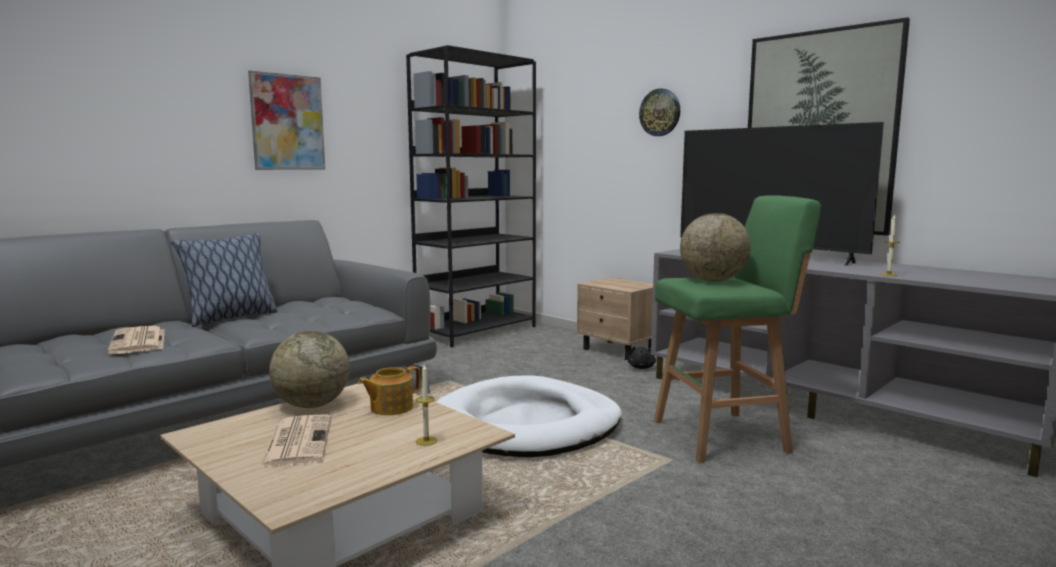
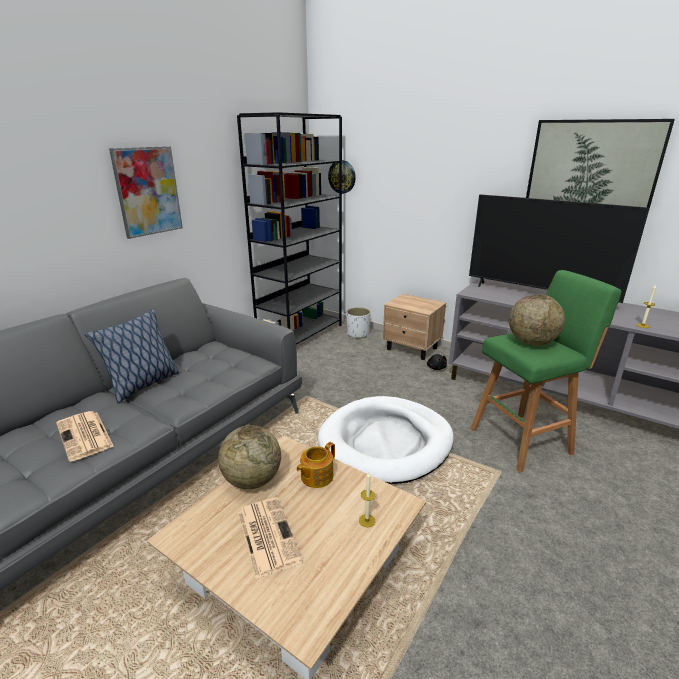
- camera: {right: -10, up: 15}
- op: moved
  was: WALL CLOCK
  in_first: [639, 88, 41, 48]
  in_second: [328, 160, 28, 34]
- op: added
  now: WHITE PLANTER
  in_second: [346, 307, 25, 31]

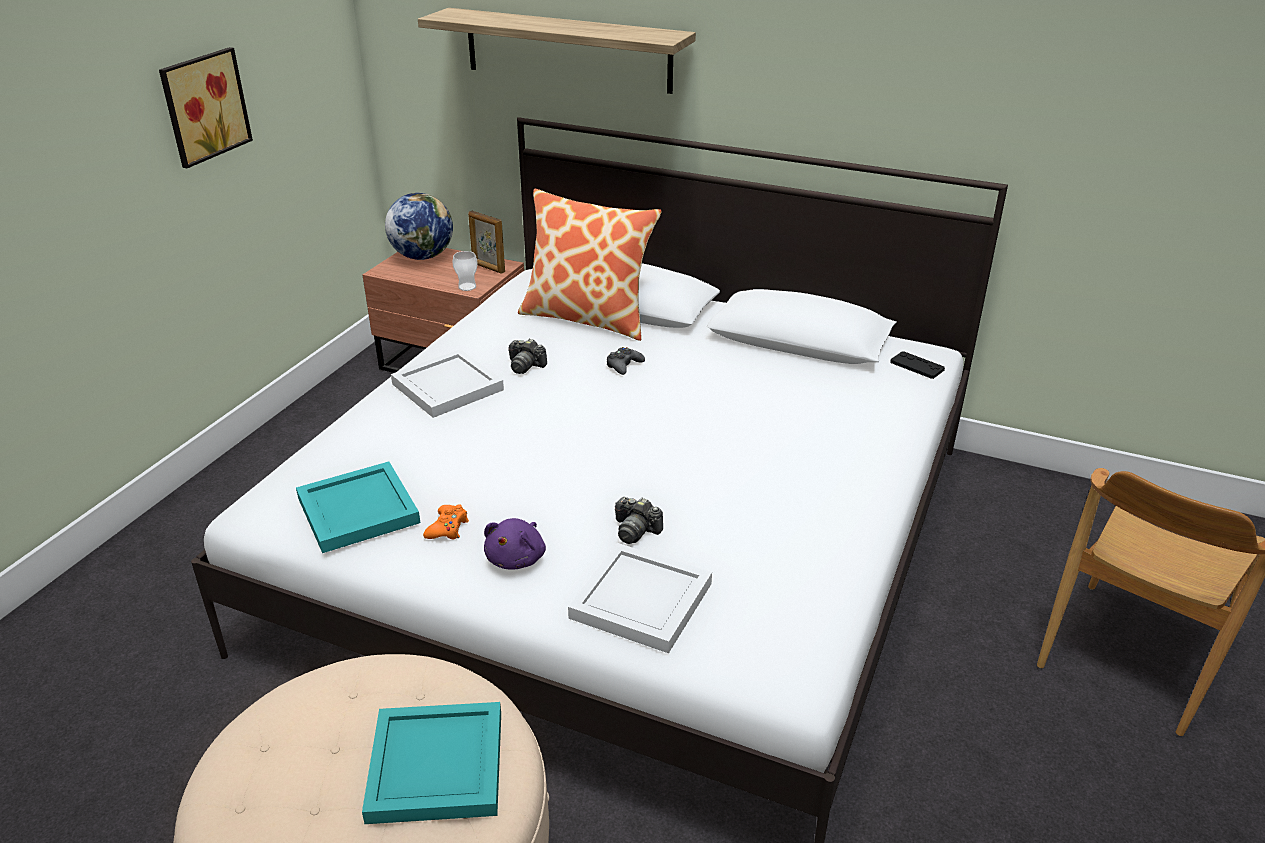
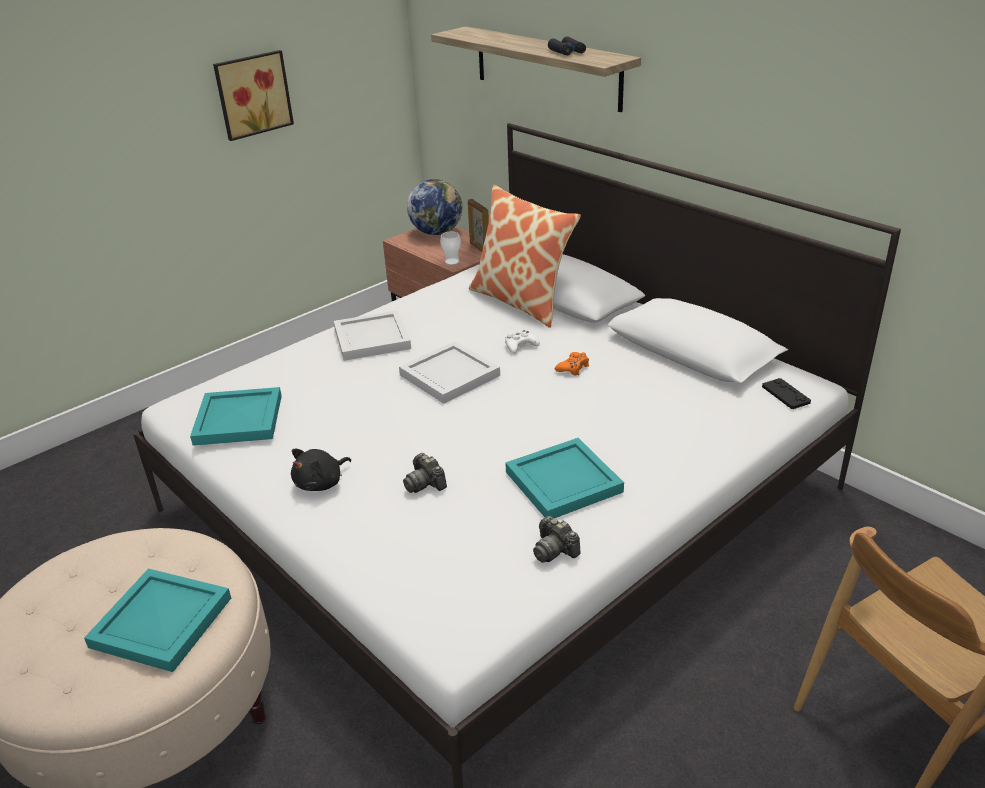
- camera: {right: 25, up: 0}
- op: moved
  was: PHOTO CAMERA
  in_first: [508, 339, 39, 35]
  in_second: [533, 516, 48, 46]
- op: recoloured
  was: BLACK GAME CONTROLLER
  now: WHITE GAME CONTROLLER
  in_first: [607, 347, 38, 28]
  in_second: [505, 330, 35, 24]
- op: moved
  was: ORANGE GAME CONTROLLER
  in_first: [423, 504, 46, 35]
  in_second: [555, 352, 34, 23]
- op: recoloured
  was: PURPLE PLUSH TOY
  now: BLACK PLUSH TOY
  in_first: [484, 518, 62, 52]
  in_second: [291, 449, 60, 42]
- op: moved
  was: WHITE TRAY
  in_first: [568, 543, 144, 110]
  in_second: [399, 341, 101, 63]
- op: added
  now: BLACK BINOCULARS
  in_second: [548, 37, 38, 18]
- op: added
  now: TURQUOISE TRAY
  in_second: [505, 438, 119, 80]

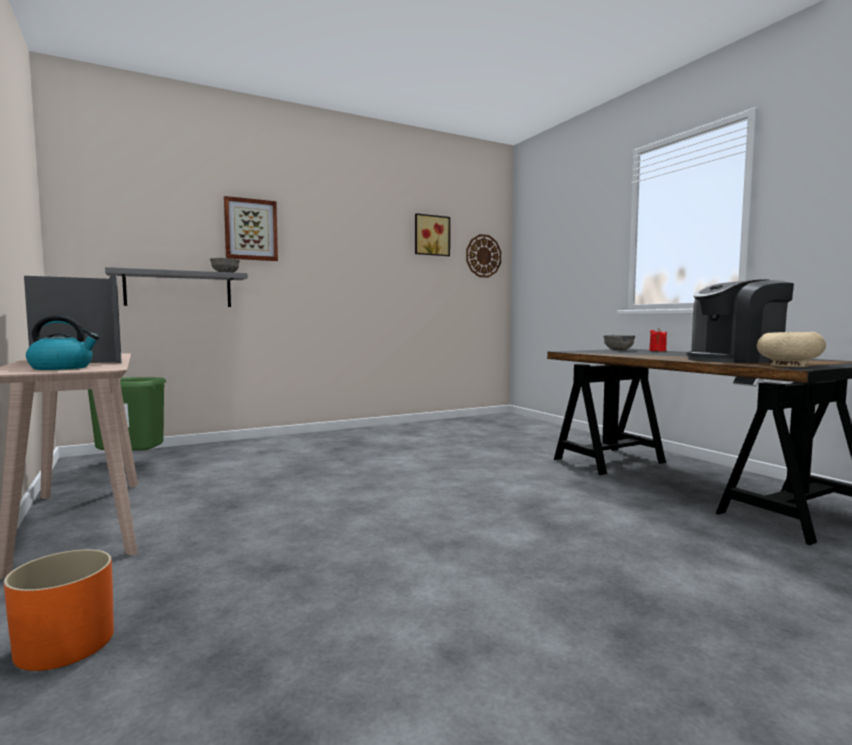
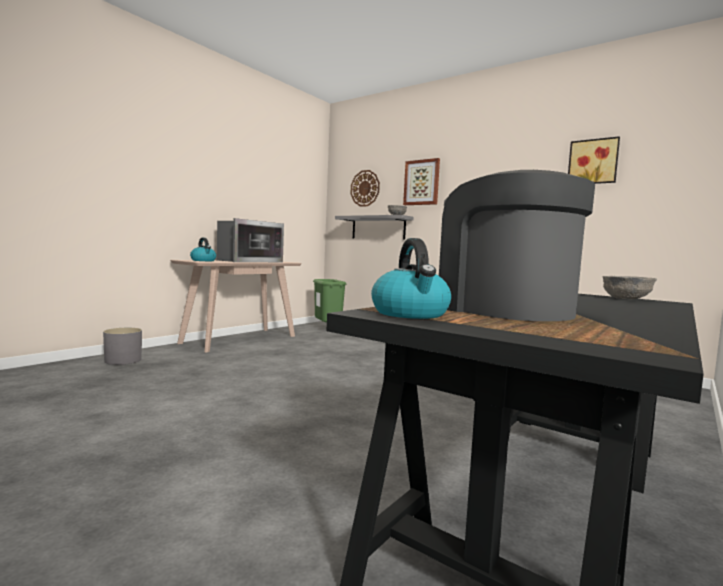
- camera: {right: 65, up: 0}
- op: moved
  was: WALL CLOCK
  in_first: [466, 234, 35, 44]
  in_second: [351, 170, 29, 37]
- op: removed
  was: RED CANDLE
  in_first: [649, 328, 18, 24]
- op: replaced
  was: BEIGE BOWL
  now: KETTLE
  in_first: [757, 332, 69, 35]
  in_second: [371, 238, 80, 81]
- op: recoloured
  was: ORANGE PLANTER
  now: GREY PLANTER
  in_first: [4, 549, 110, 122]
  in_second: [103, 328, 39, 37]

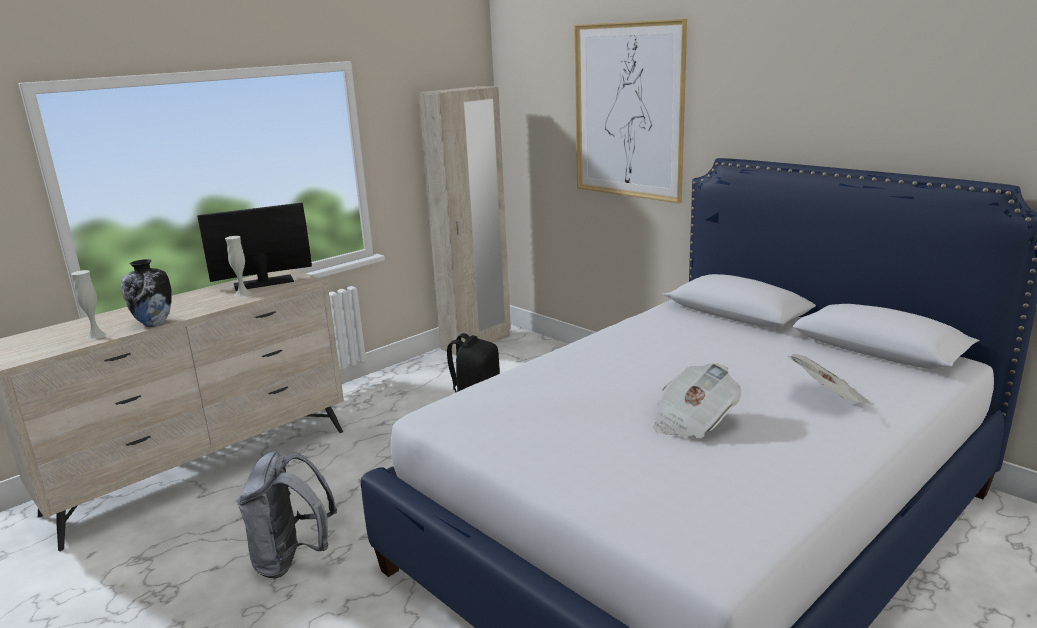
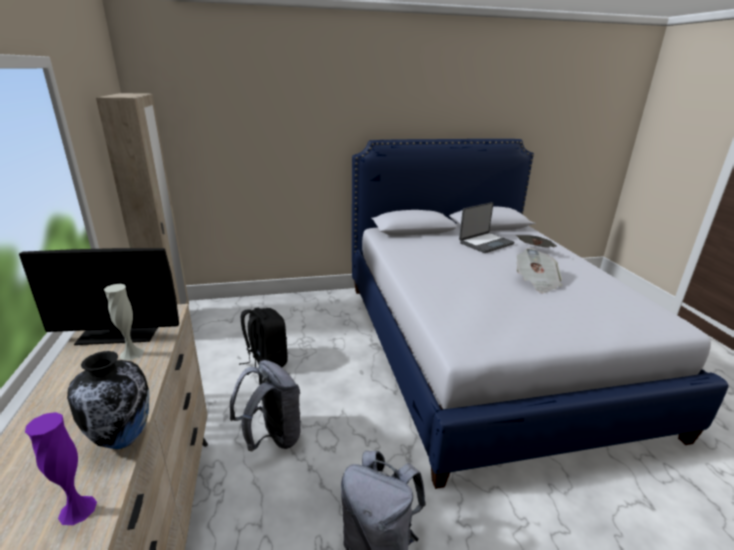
- camera: {right: -60, up: 5}
- op: removed
  was: PICTURE
  in_first: [574, 19, 113, 184]
- op: turned
  was: MONITOR
  in_first: [197, 203, 115, 88]
  in_second: [19, 248, 160, 97]
  clockwise: -105
- op: recoloured
  was: WHITE VASE
  now: PURPLE VASE
  in_first: [71, 270, 36, 70]
  in_second: [25, 412, 72, 113]
- op: added
  now: LAPTOP
  in_second: [459, 202, 56, 51]
- op: added
  now: GREY BACKPACK
  in_second: [230, 360, 71, 92]

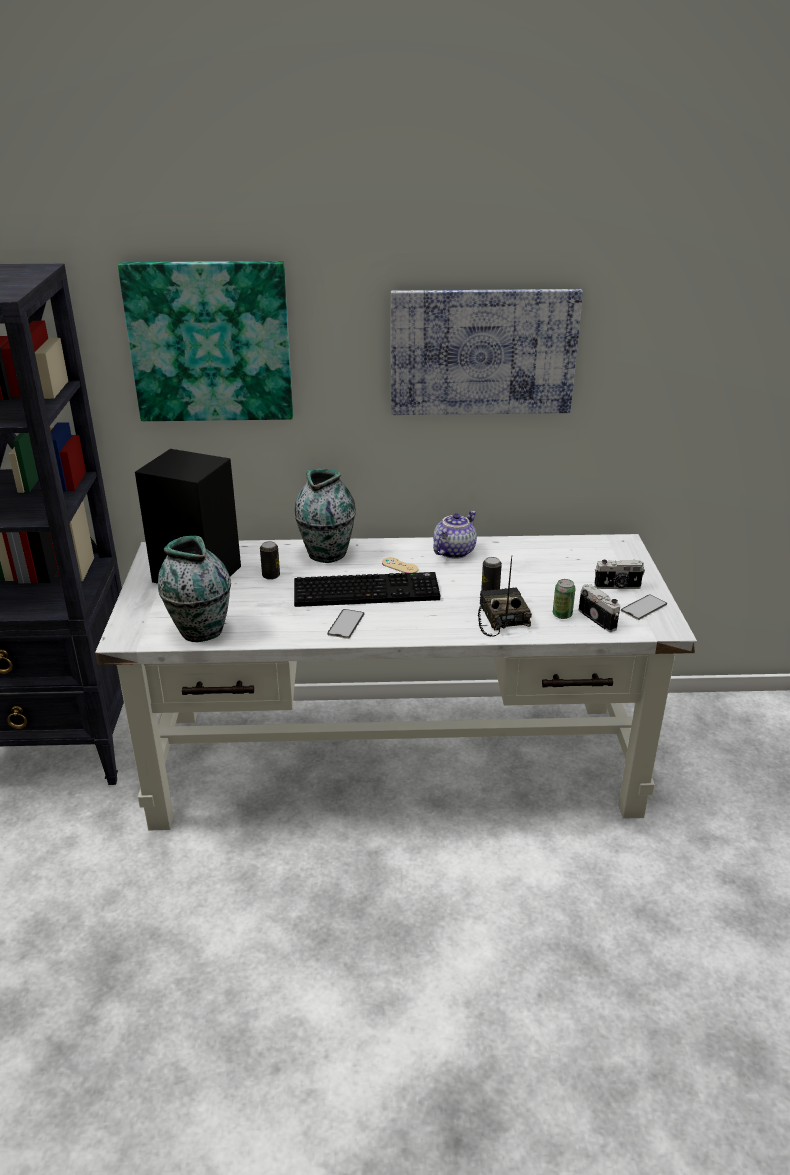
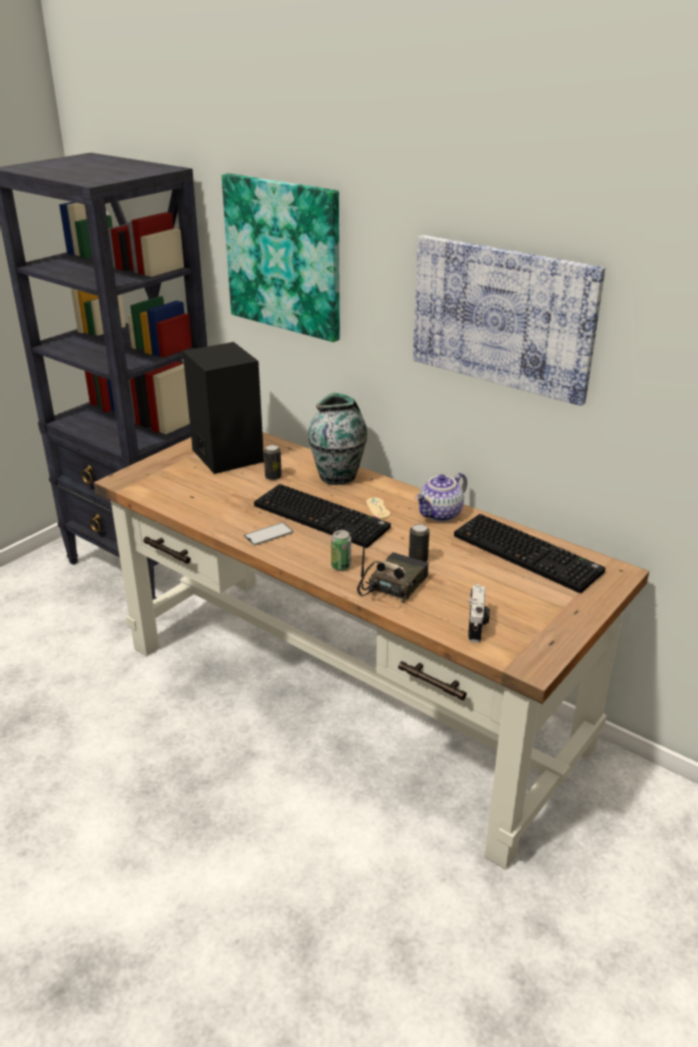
- camera: {right: 40, up: 0}
- op: turned
  was: TEAPOT
  in_first: [433, 511, 44, 48]
  in_second: [415, 473, 52, 49]
  clockwise: 150
- op: recoloured
  was: WHITE DESK
  now: BROWN DESK
  in_first: [95, 534, 602, 296]
  in_second: [94, 432, 555, 438]
- op: removed
  was: VASE
  in_first: [158, 536, 73, 106]
- op: removed
  was: PHOTO CAMERA
  in_first: [594, 560, 51, 29]
- op: moved
  was: CAN
  in_first: [553, 579, 23, 40]
  in_second: [331, 530, 20, 41]
- op: removed
  was: PHONE
  in_first: [621, 594, 46, 26]
- op: added
  now: KEYBOARD
  in_second: [454, 514, 151, 79]

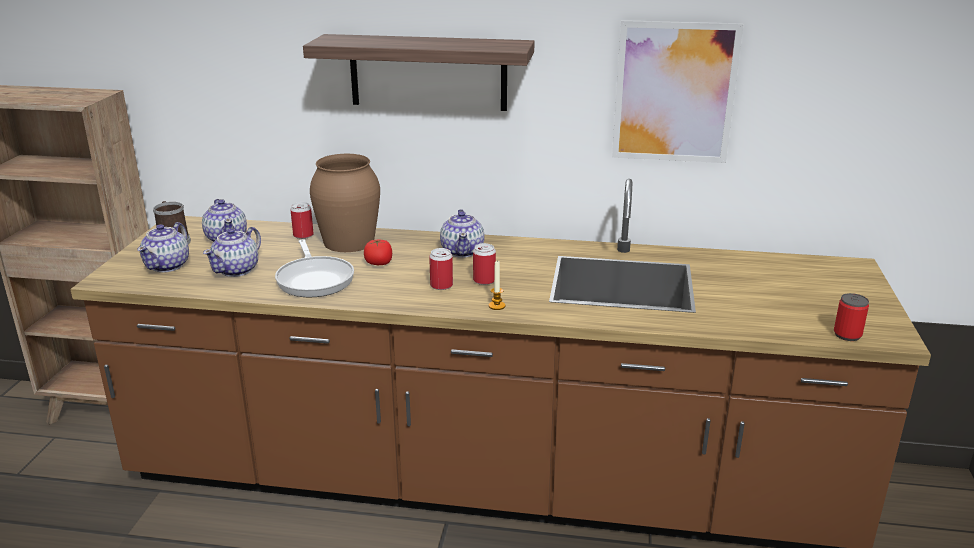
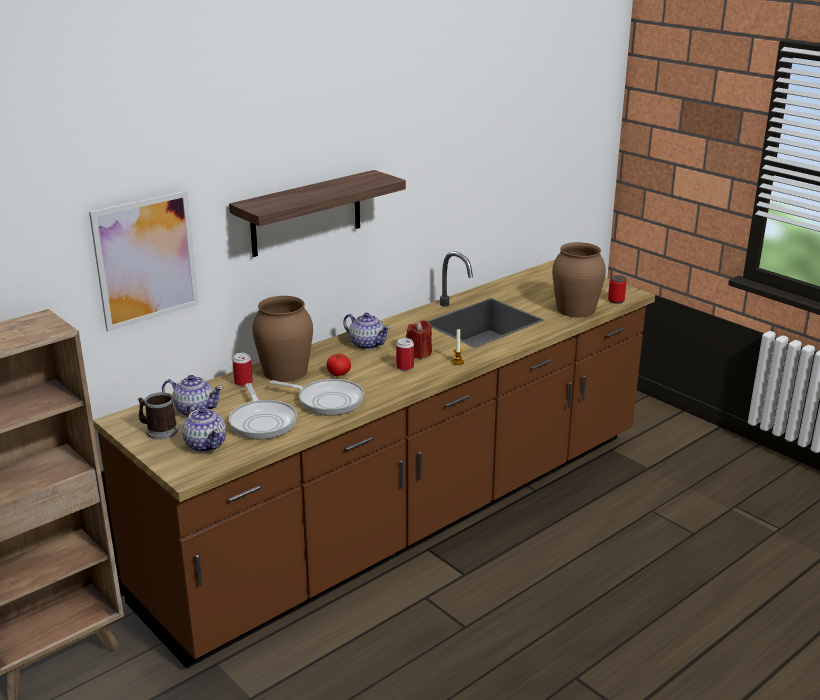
- camera: {right: -50, up: 0}
- op: moved
  was: PICTURE
  in_first: [612, 20, 131, 143]
  in_second: [89, 191, 110, 140]
- op: replaced
  was: TEAPOT
  now: FRYING PAN
  in_first: [203, 227, 58, 50]
  in_second: [229, 383, 68, 56]
- op: replaced
  was: CAN
  now: RED CANDLE
  in_first: [473, 243, 23, 42]
  in_second: [406, 320, 26, 39]
- op: added
  now: BROWN VASE
  in_second: [552, 242, 54, 75]

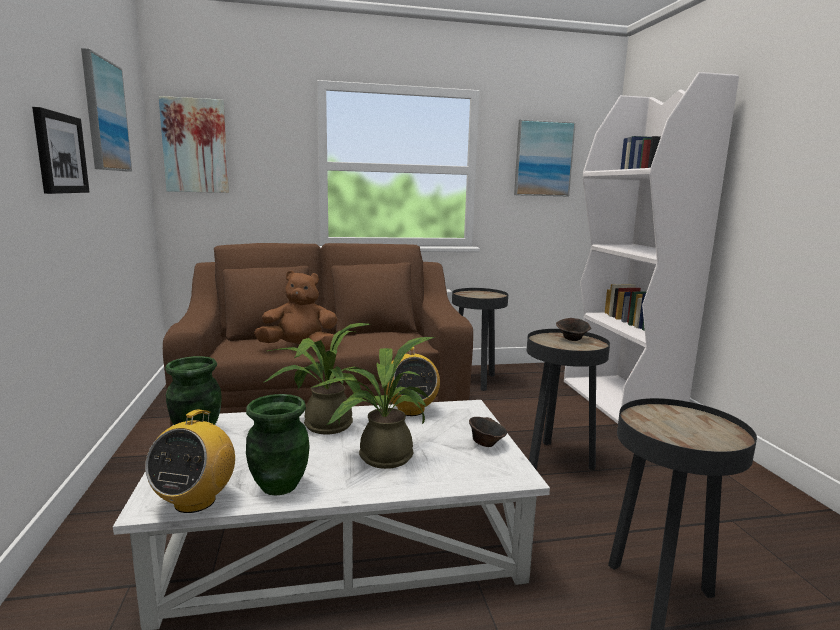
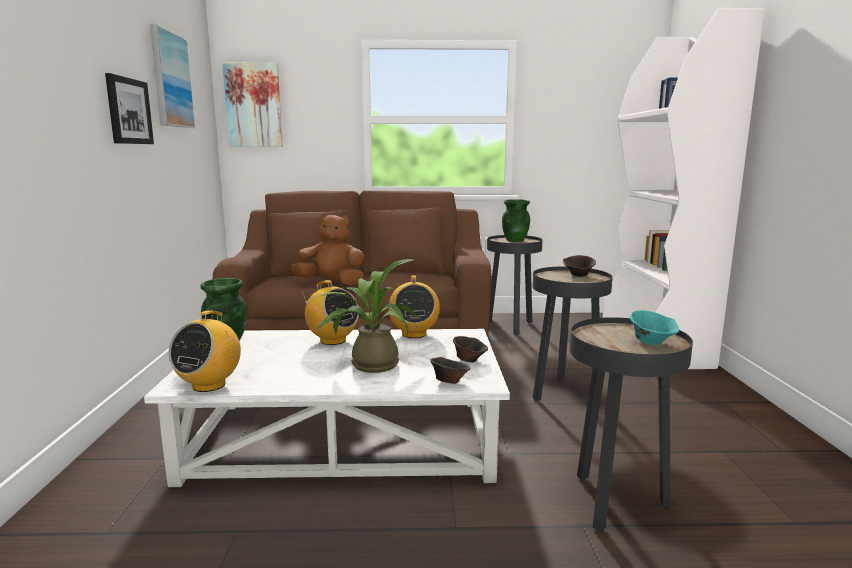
- camera: {right: 10, up: 0}
- op: removed
  was: PICTURE
  in_first: [514, 119, 62, 77]
- op: replaced
  was: POTTED PLANT
  now: RADIO
  in_first: [263, 323, 117, 111]
  in_second: [302, 280, 57, 65]
- op: moved
  was: GREEN VASE
  in_first: [246, 394, 64, 102]
  in_second: [502, 199, 28, 43]
- op: added
  now: TURQUOISE BOWL
  in_second: [630, 310, 49, 35]
- op: added
  now: BROWN BOWL
  in_second: [430, 357, 40, 27]

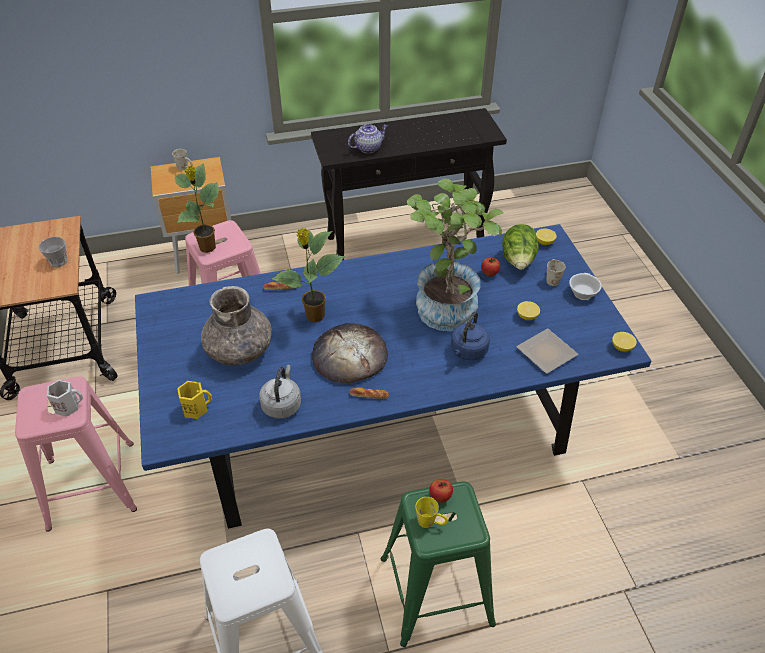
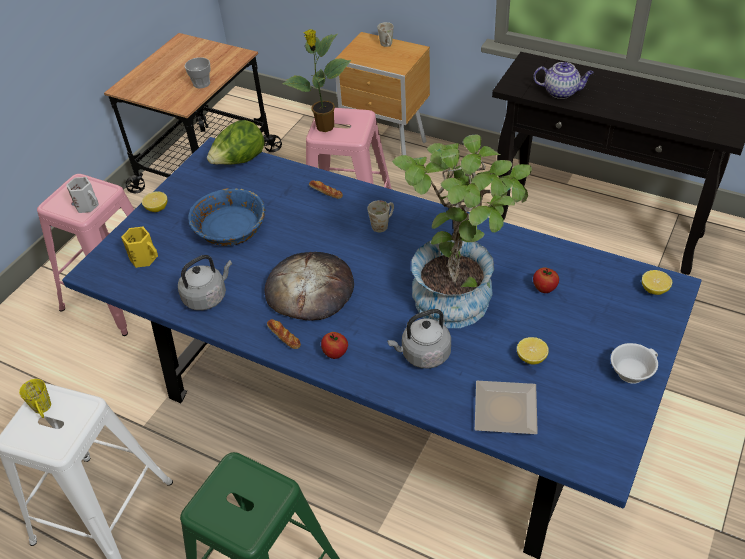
- camera: {right: 45, up: 0}
- op: moved
  was: LETTUCE
  in_first: [502, 224, 37, 46]
  in_second: [207, 120, 57, 45]
- op: removed
  was: POTTED PLANT
  in_first: [272, 228, 73, 94]
- op: moved
  was: WHITE MUG
  in_first: [546, 259, 20, 27]
  in_second: [367, 200, 27, 32]
- op: replaced
  was: GREY VASE
  now: BLUE BOWL
  in_first: [201, 286, 71, 80]
  in_second: [188, 188, 77, 58]
- op: recoloured
  was: BLUE KETTLE
  now: GREY KETTLE
  in_first: [451, 311, 39, 49]
  in_second: [387, 309, 64, 60]
- op: moved
  was: LEMON
  in_first: [612, 332, 25, 20]
  in_second: [142, 191, 25, 21]
- op: moved
  was: APPLE
  in_first: [429, 479, 24, 23]
  in_second: [321, 332, 27, 27]
- op: moved
  was: YELLOW MUG
  in_first: [415, 497, 33, 31]
  in_second: [19, 379, 32, 39]

